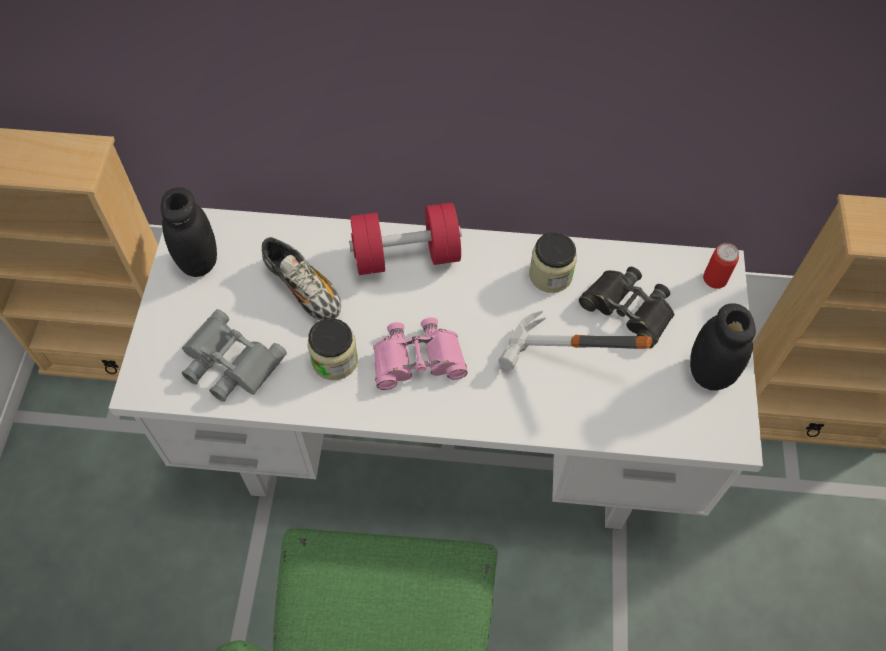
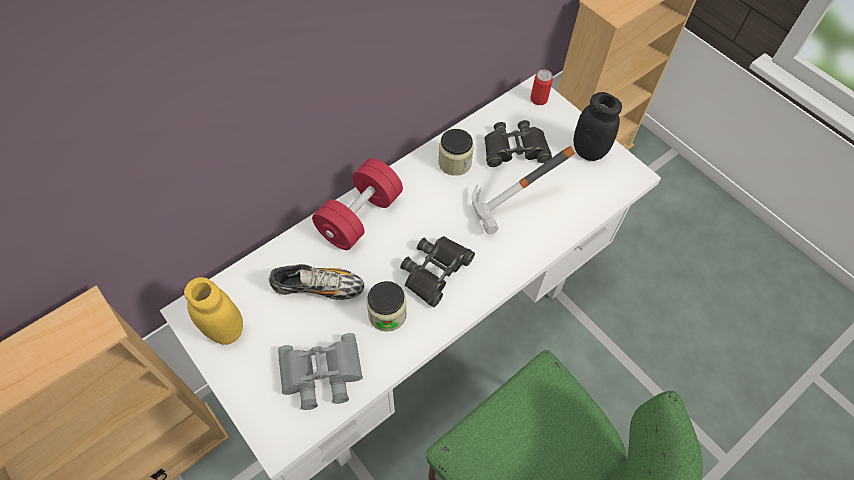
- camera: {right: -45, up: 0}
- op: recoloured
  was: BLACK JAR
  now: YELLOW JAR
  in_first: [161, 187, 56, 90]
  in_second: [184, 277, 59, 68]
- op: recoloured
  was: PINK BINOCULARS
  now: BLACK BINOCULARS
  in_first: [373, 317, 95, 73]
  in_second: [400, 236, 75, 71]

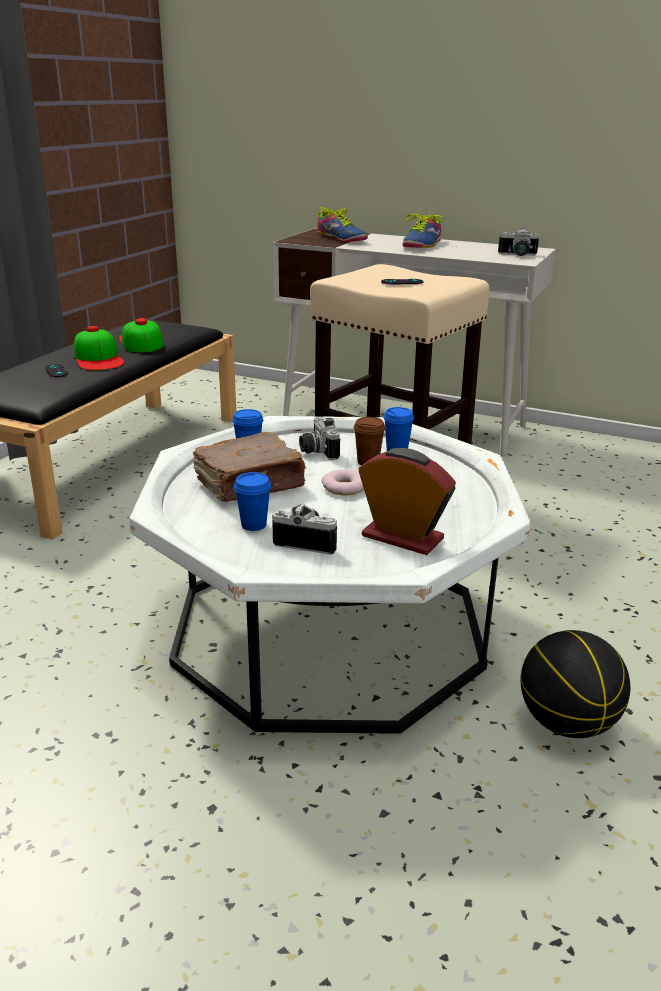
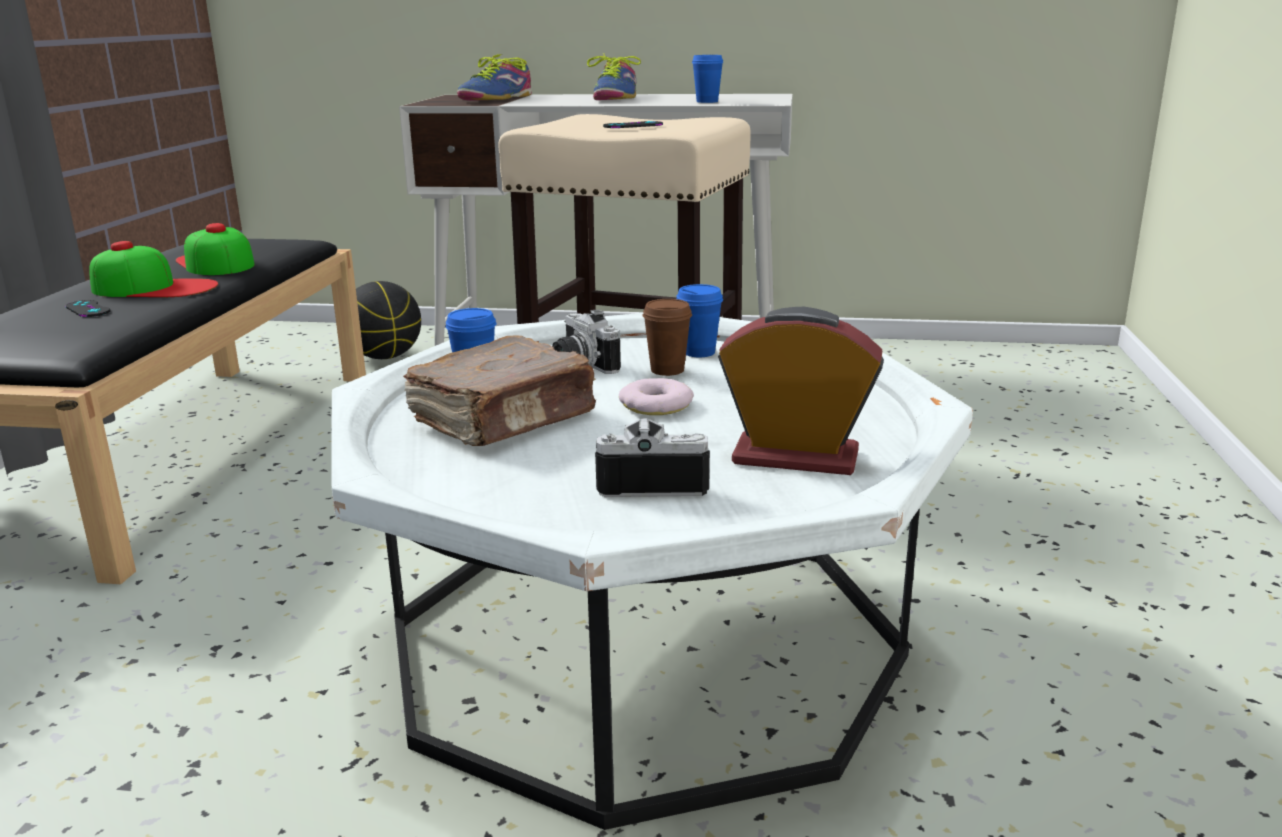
- camera: {right: -15, up: -5}
- op: turned
  was: SHOE
  in_first: [317, 207, 51, 35]
  in_second: [457, 54, 75, 47]
  clockwise: 75
- op: removed
  was: PHOTO CAMERA
  in_first: [498, 227, 41, 29]
- op: turned
  was: CAP
  in_first: [74, 326, 50, 44]
  in_second: [89, 241, 129, 56]
  clockwise: -45
- op: moved
  was: BLUE CUP
  in_first: [234, 472, 37, 59]
  in_second: [692, 55, 31, 48]
- op: moved
  was: BASKETBALL
  in_first: [521, 630, 109, 108]
  in_second: [356, 281, 65, 78]

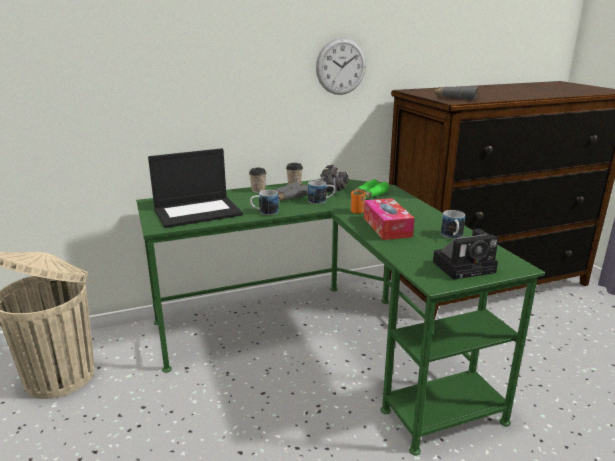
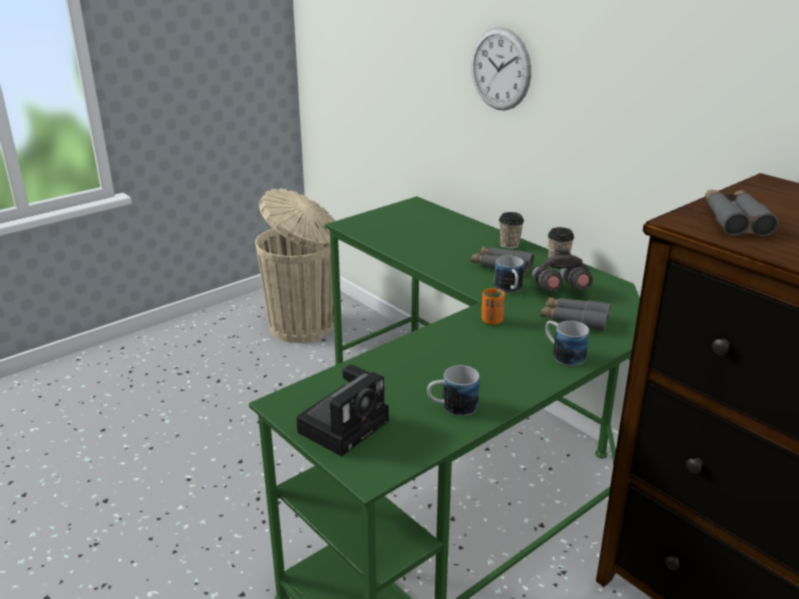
- camera: {right: 70, up: 5}
- op: moved
  was: WALL CLOCK
  in_first: [316, 38, 50, 57]
  in_second: [471, 27, 60, 83]
- op: removed
  was: LAPTOP
  in_first: [148, 148, 95, 80]
- op: recoloured
  was: GREEN BINOCULARS
  now: GREY BINOCULARS
  in_first: [351, 179, 39, 20]
  in_second: [540, 297, 71, 35]
- op: moved
  was: MUG
  in_first: [250, 190, 29, 25]
  in_second: [545, 321, 44, 45]
- op: removed
  was: TISSUE BOX
  in_first: [364, 198, 51, 42]
- op: turned
  was: PHOTO CAMERA
  in_first: [433, 229, 65, 51]
  in_second: [296, 365, 93, 91]
  clockwise: -105

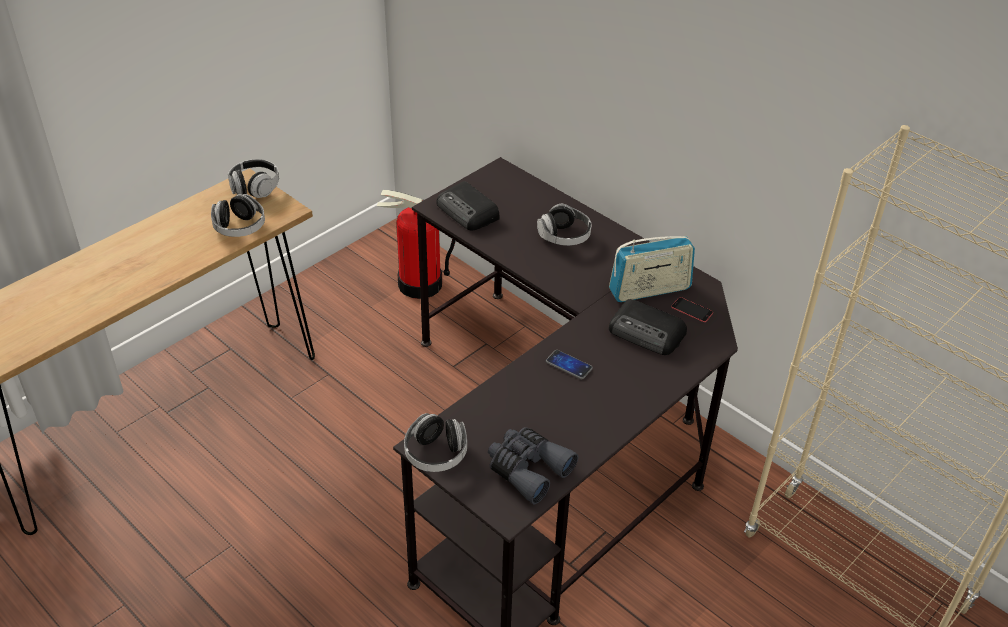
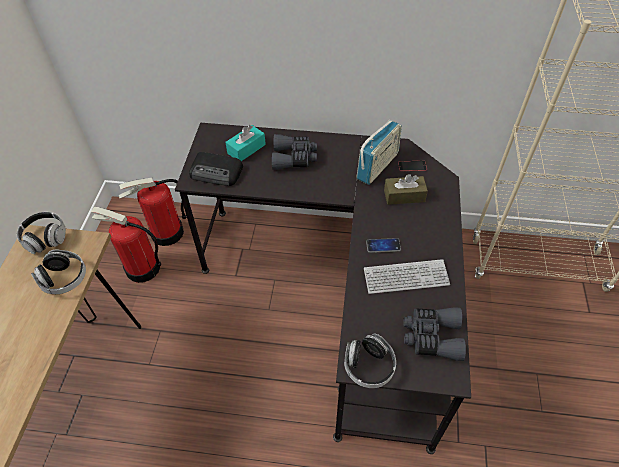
- camera: {right: -35, up: 10}
- op: replaced
  was: HEADPHONES
  now: GREY BINOCULARS
  in_first: [537, 204, 54, 42]
  in_second: [272, 134, 45, 36]
- op: replaced
  was: RADIO
  now: BROWN TISSUE BOX
  in_first: [609, 299, 78, 56]
  in_second: [384, 174, 44, 31]
- op: added
  now: TURQUOISE TISSUE BOX
  in_second: [225, 125, 41, 36]
- op: added
  now: FIRE EXTINGUISHER
  in_second: [91, 207, 70, 76]
- op: added
  now: KEYBOARD
  in_second: [364, 259, 86, 35]

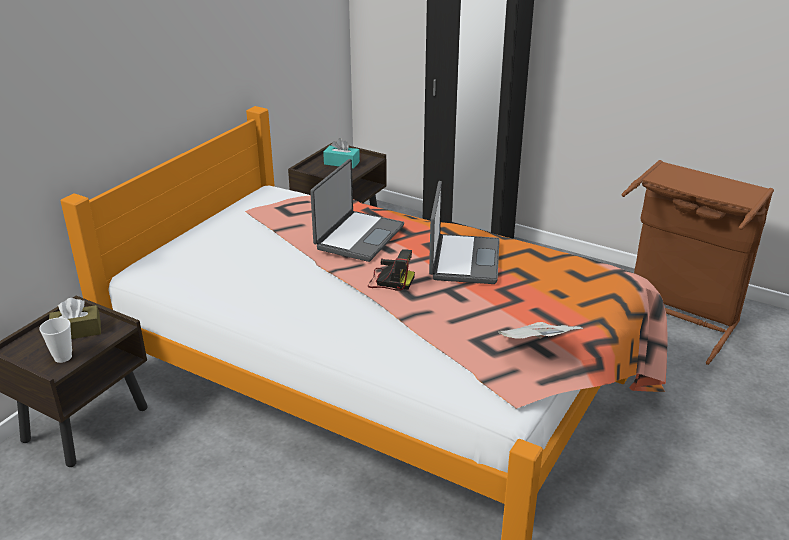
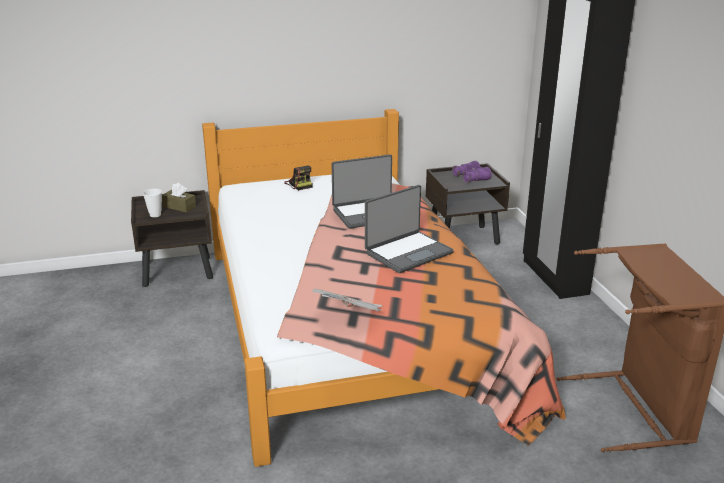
- camera: {right: 45, up: -5}
- op: replaced
  was: TURQUOISE TISSUE BOX
  now: PURPLE BINOCULARS
  in_first: [323, 138, 37, 30]
  in_second: [452, 161, 40, 22]
- op: moved
  was: PHOTO CAMERA
  in_first: [368, 249, 47, 42]
  in_second: [284, 166, 29, 24]

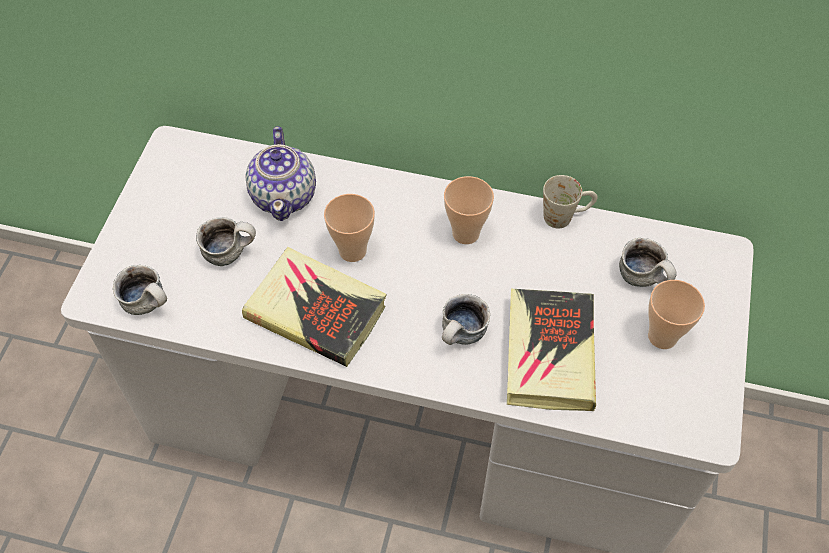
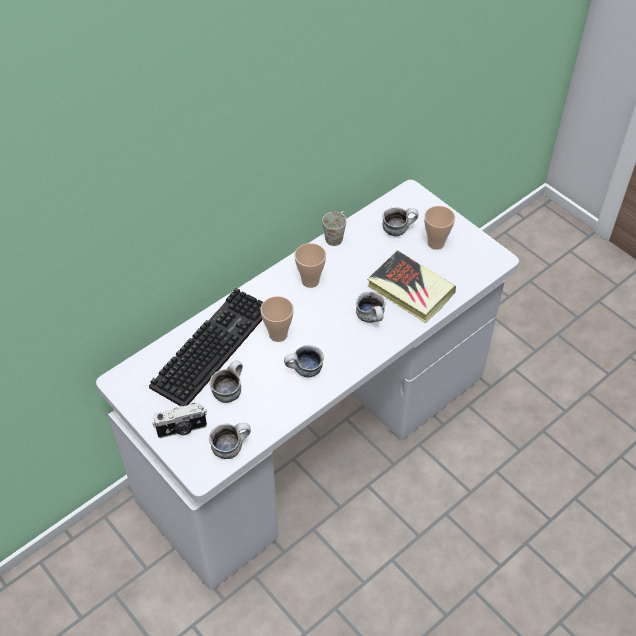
- camera: {right: -55, up: -5}
- op: replaced
  was: TEAPOT
  now: KEYBOARD
  in_first: [245, 126, 71, 95]
  in_second: [149, 288, 114, 118]
- op: replaced
  was: BOOK
  now: MUG
  in_first: [242, 247, 144, 120]
  in_second: [284, 345, 40, 33]
- op: added
  now: PHOTO CAMERA
  in_second: [153, 402, 54, 36]

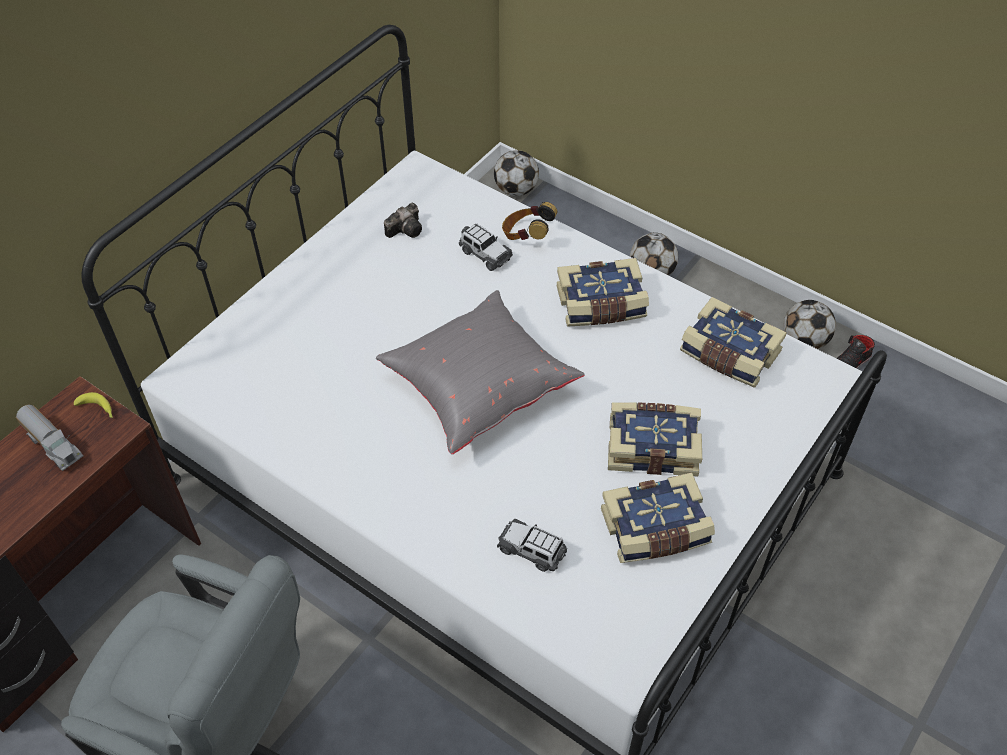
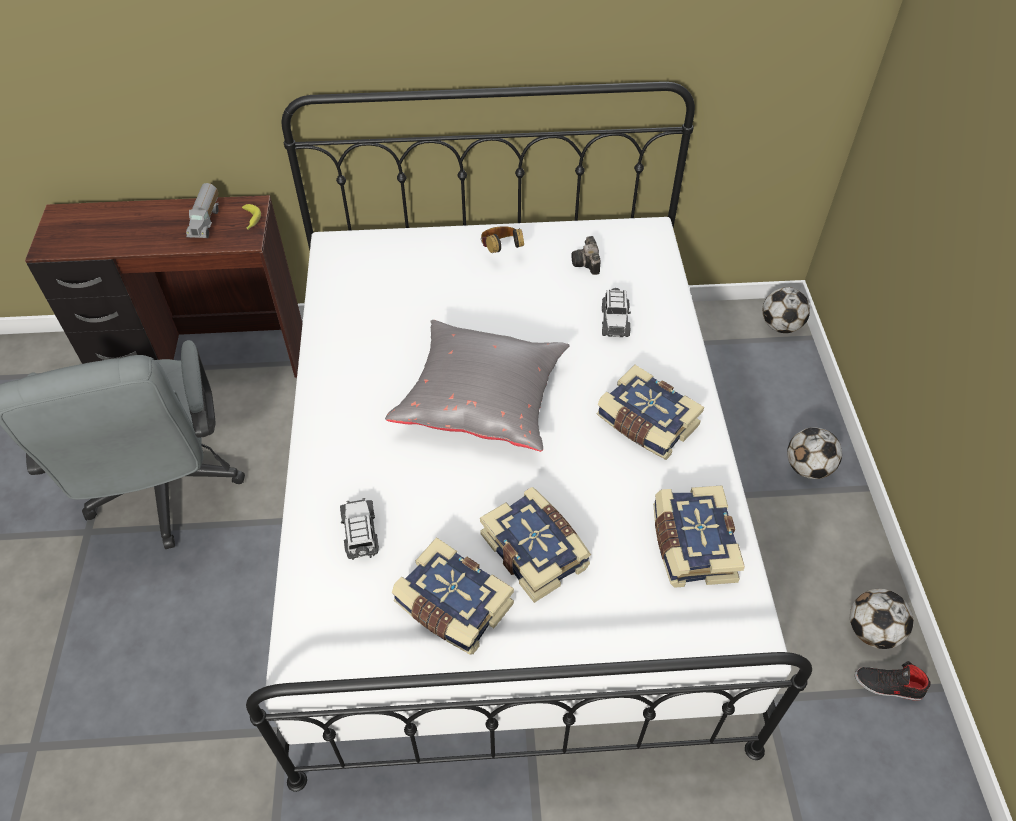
- camera: {right: 50, up: 0}
- op: moved
  was: HEADPHONES
  in_first: [502, 202, 55, 38]
  in_second: [481, 226, 43, 27]
- op: turned
  was: PHOTO CAMERA
  in_first: [384, 203, 38, 35]
  in_second: [572, 236, 28, 39]
  clockwise: 75

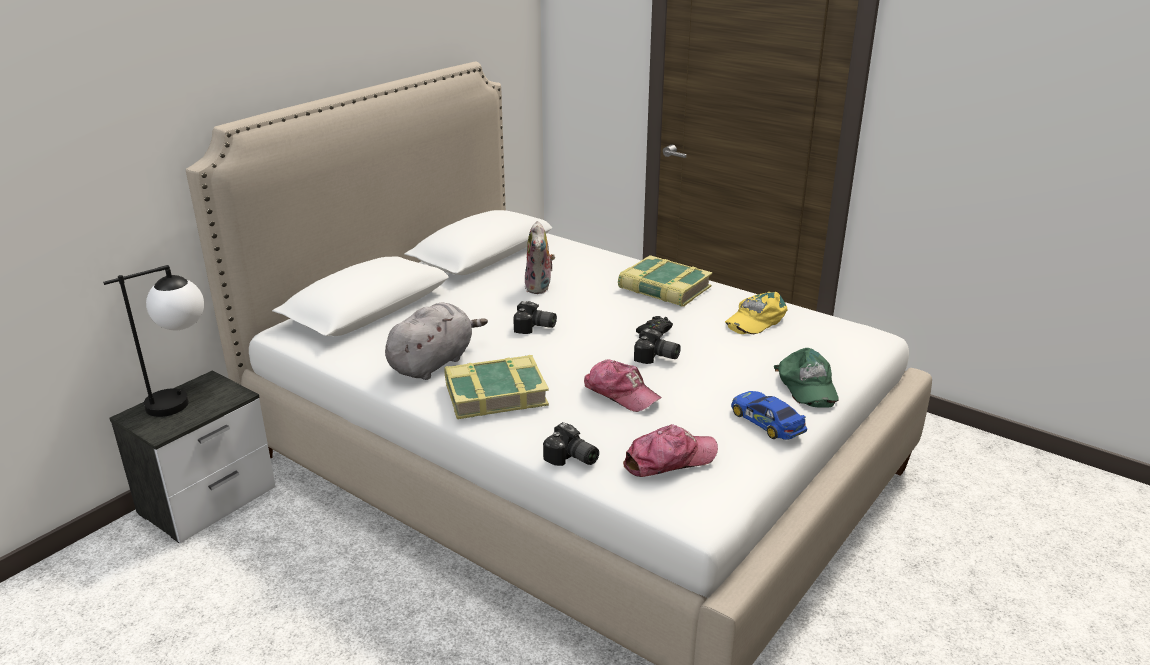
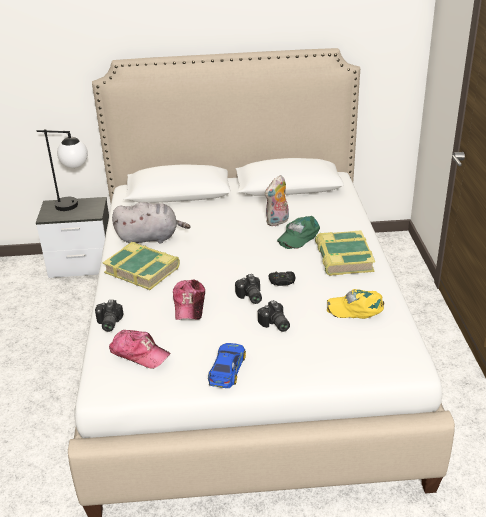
- camera: {right: 50, up: 5}
- op: moved
  was: PHOTO CAMERA
  in_first: [513, 301, 44, 33]
  in_second: [258, 300, 32, 32]
- op: moved
  was: GREEN CAP
  in_first: [774, 348, 65, 60]
  in_second: [277, 216, 43, 33]

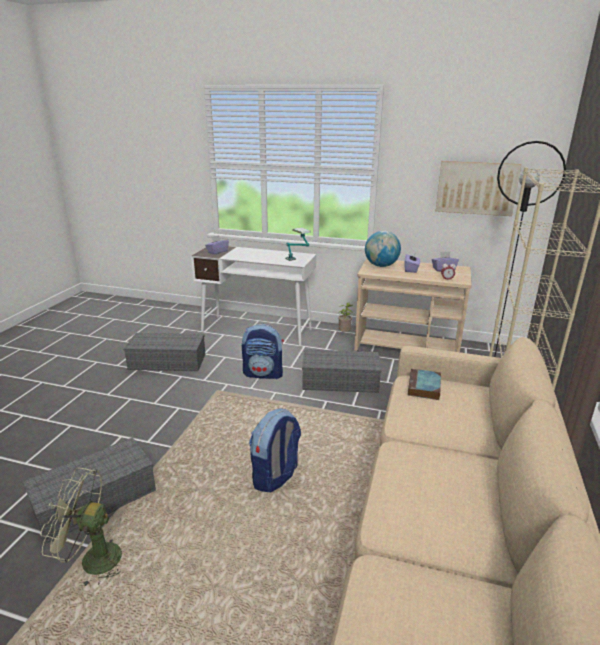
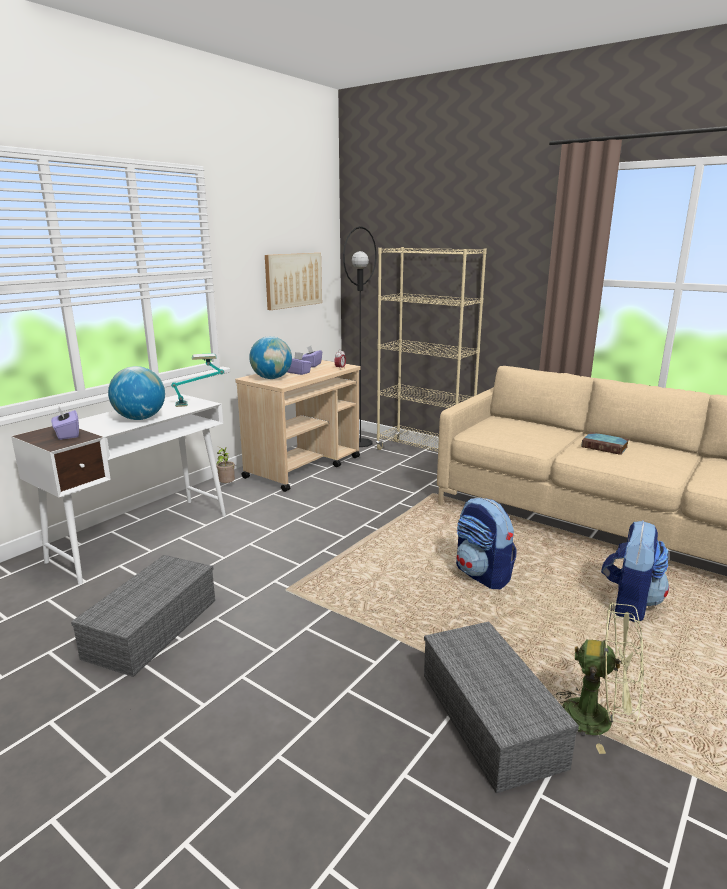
- camera: {right: -70, up: -5}
- op: moved
  was: BACKPACK
  in_first: [242, 324, 42, 55]
  in_second: [601, 521, 68, 101]
- op: removed
  was: GREY STORAGE BOX
  in_first: [302, 349, 80, 44]
- op: moved
  was: BOOK
  in_first: [408, 369, 33, 31]
  in_second: [581, 432, 48, 23]
- op: turned
  was: GREEN FAN
  in_first: [40, 468, 82, 119]
  in_second: [556, 602, 88, 152]
  clockwise: -90
- op: added
  now: GLOBE
  in_second: [108, 366, 57, 54]

